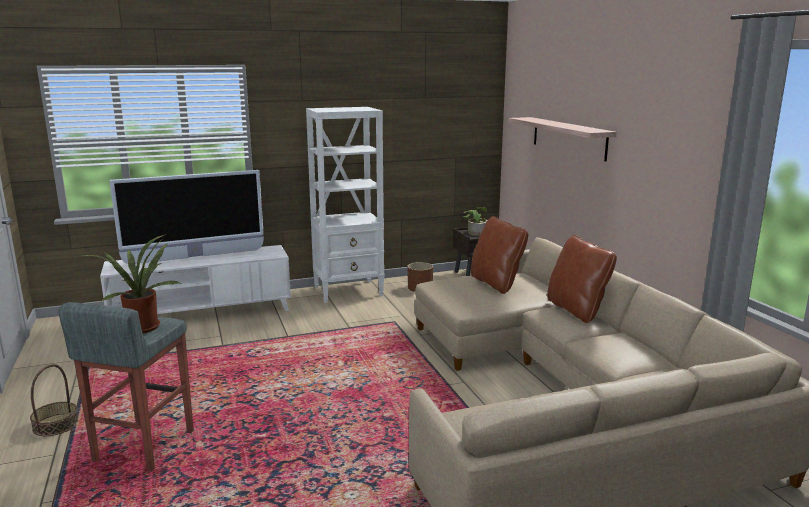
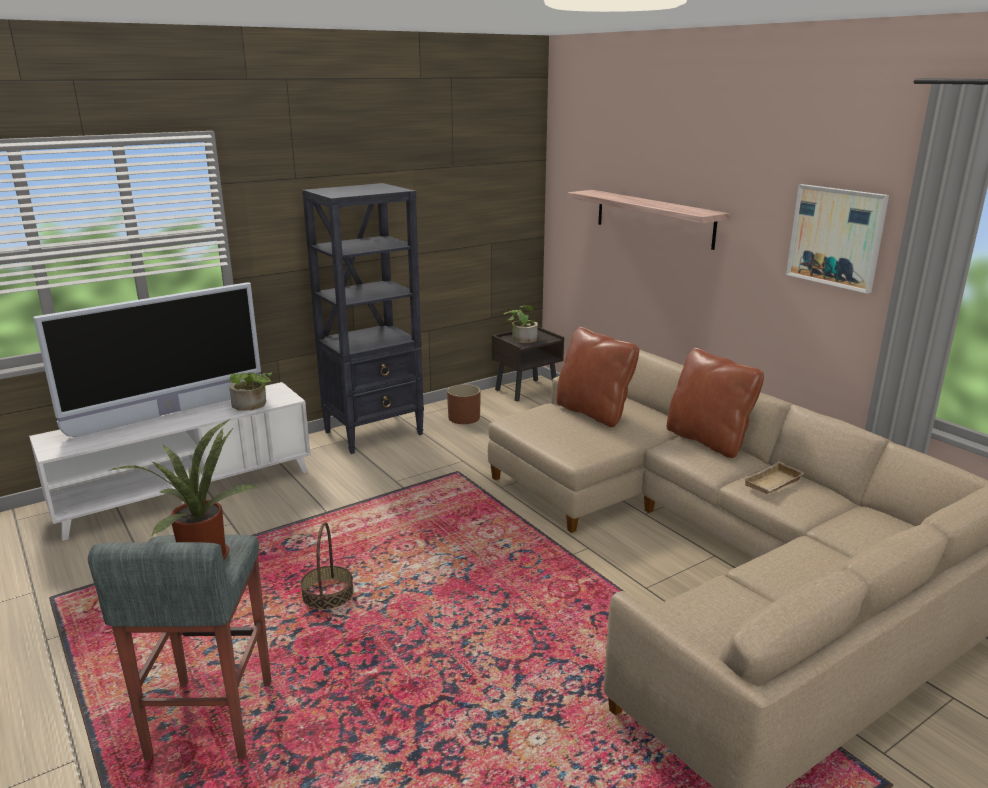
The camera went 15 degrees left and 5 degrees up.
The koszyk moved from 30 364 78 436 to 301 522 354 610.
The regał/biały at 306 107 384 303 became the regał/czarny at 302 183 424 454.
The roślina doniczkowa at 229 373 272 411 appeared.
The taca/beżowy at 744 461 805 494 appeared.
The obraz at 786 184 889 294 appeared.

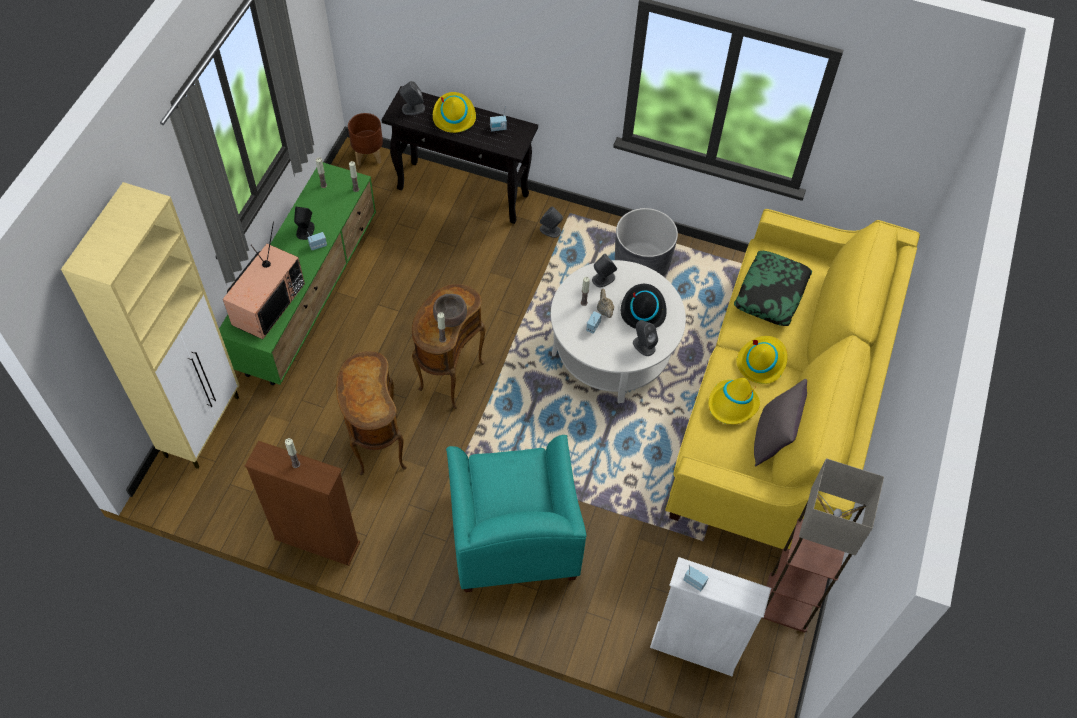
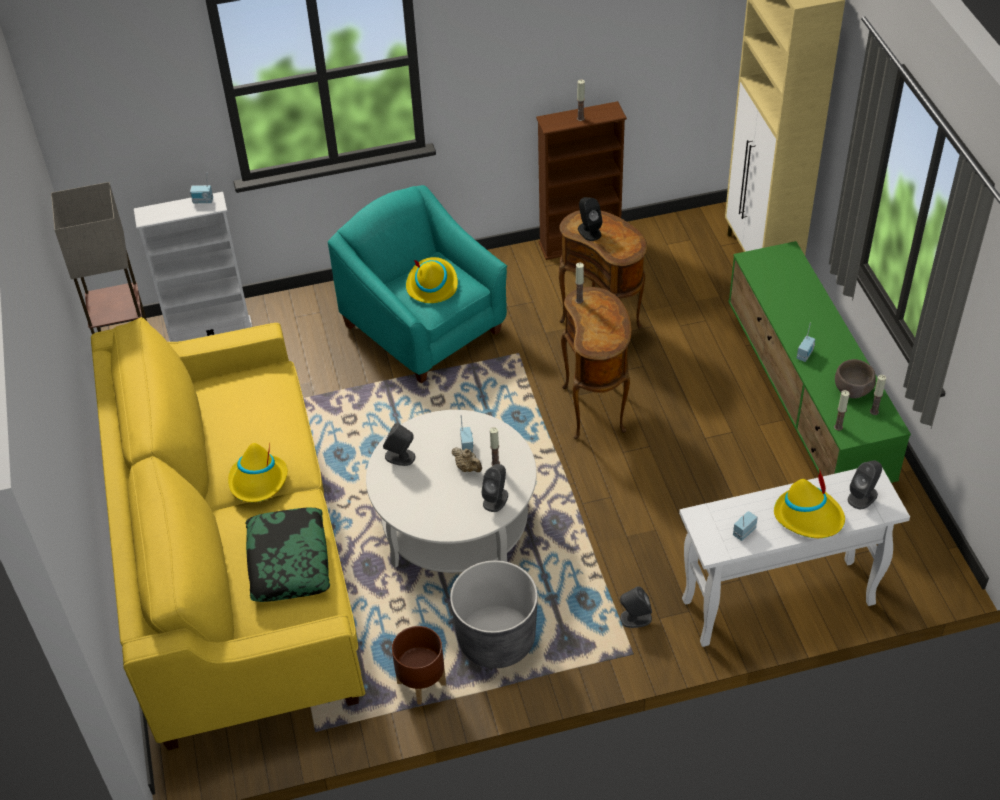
The camera went 150 degrees right and 10 degrees down.
The telewizor at 223 221 305 339 disappeared.
The głośnik/czarny moved from 294 207 314 240 to 578 197 603 241.
The donica/brązowy moved from 348 113 383 165 to 392 626 446 704.
The stolik konsolowy/czarny at 381 86 538 224 became the stolik konsolowy/biały at 679 468 910 647.
The miska/brązowy moved from 433 294 467 327 to 835 359 876 398.
The kapelusz/czarny at 621 284 667 329 disappeared.
The kapelusz/żółty moved from 708 378 760 425 to 406 257 458 303.
The poduszka/szary at 754 379 807 466 disappeared.

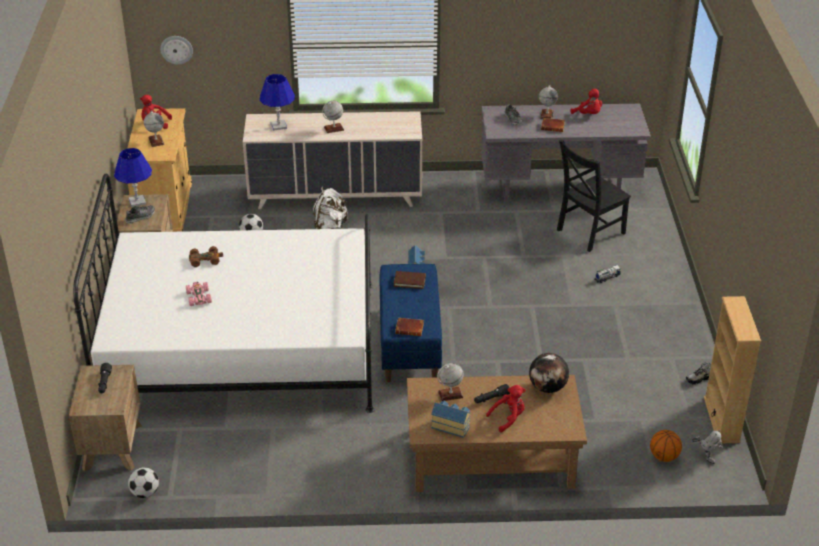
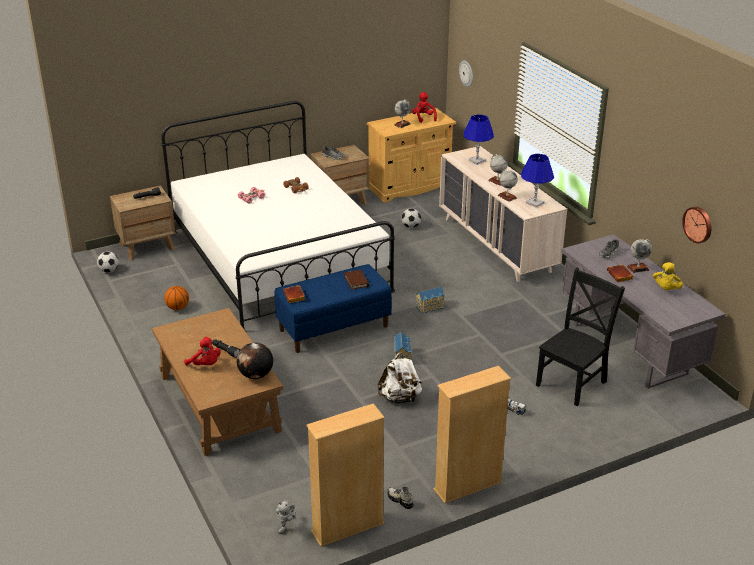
The camera went 65 degrees right and 5 degrees down.
The lampa stołowa/niebieski moved from 114 148 152 207 to 521 154 554 207.
The plecak/biały moved from 313 187 348 229 to 378 352 422 404.
The domek moved from 431 400 470 438 to 394 332 411 359.
The globus moved from 437 362 464 401 to 498 169 518 202.
The krzesło/czarny at 557 140 631 252 turned 105 degrees clockwise.
The pluszak/czerwony at 570 89 602 114 became the pluszak/żółty at 653 262 683 290.
The piłka do koszykówki moved from 650 430 682 462 to 164 286 189 310.
The regał/beżowy at 433 366 511 504 appeared.
The zegar ścienny at 682 207 711 243 appeared.

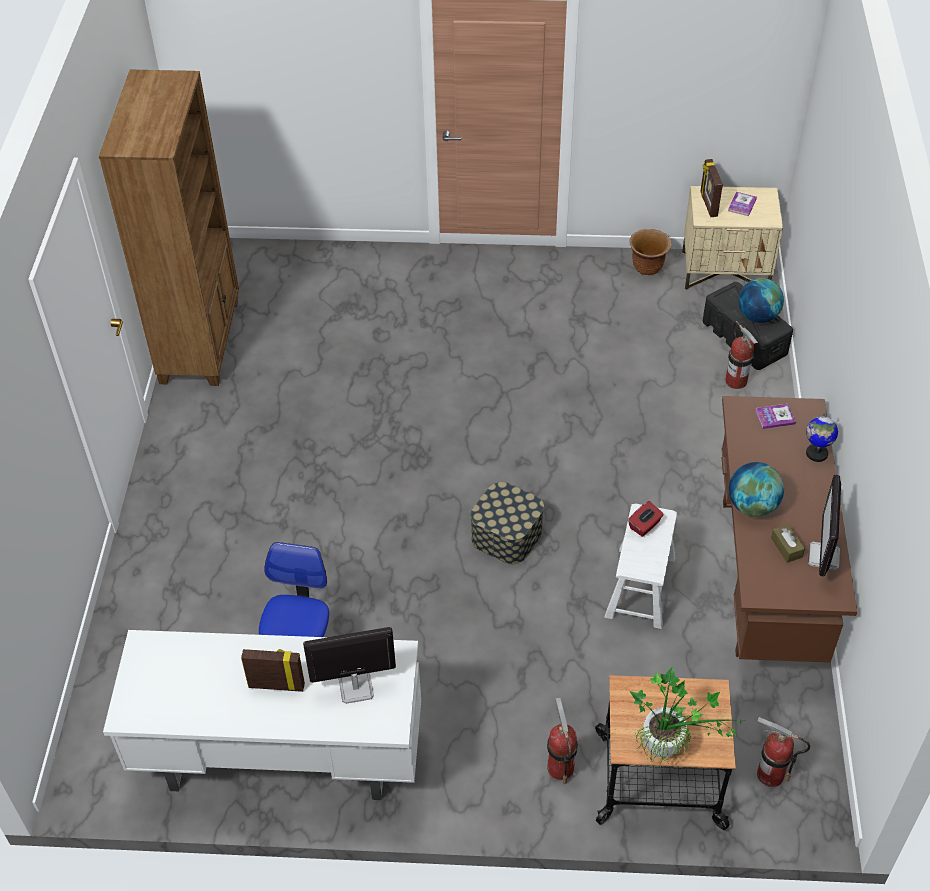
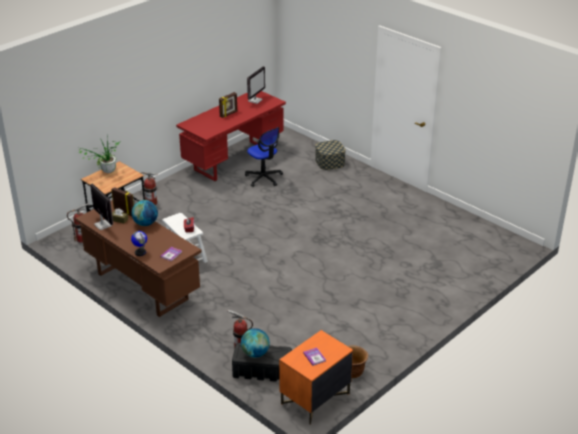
The camera went 130 degrees right and 15 degrees down.
The regał/brązowy at 99 70 239 386 disappeared.
The biurko/biały at 103 630 421 800 became the biurko/czerwony at 176 91 286 181.
The monitor moved from 303 627 396 704 to 247 66 265 104.
The pojemnik do przechowywania moved from 470 482 544 564 to 315 140 346 170.
The szafka nocna/beżowy at 682 186 783 290 became the szafka nocna/pomarańczowy at 279 330 353 425.
The ramka na zdjęcie moved from 700 159 723 217 to 111 187 134 216.

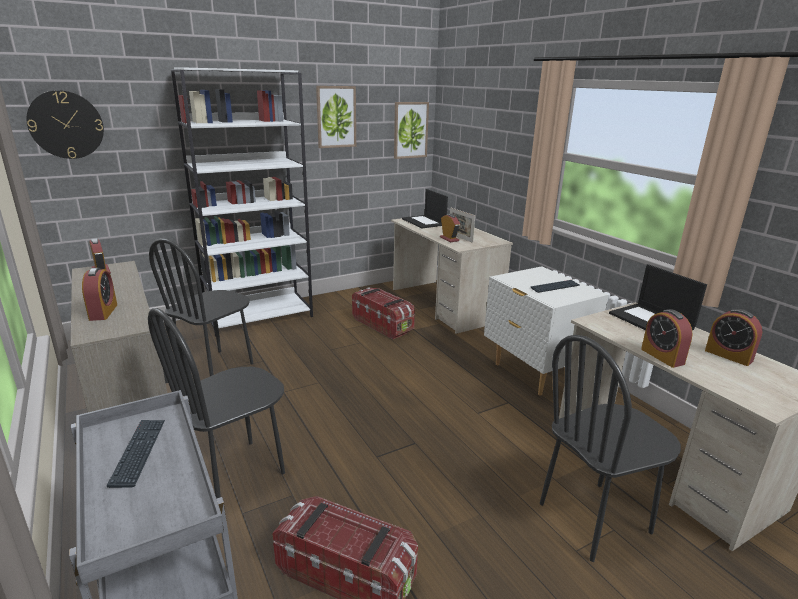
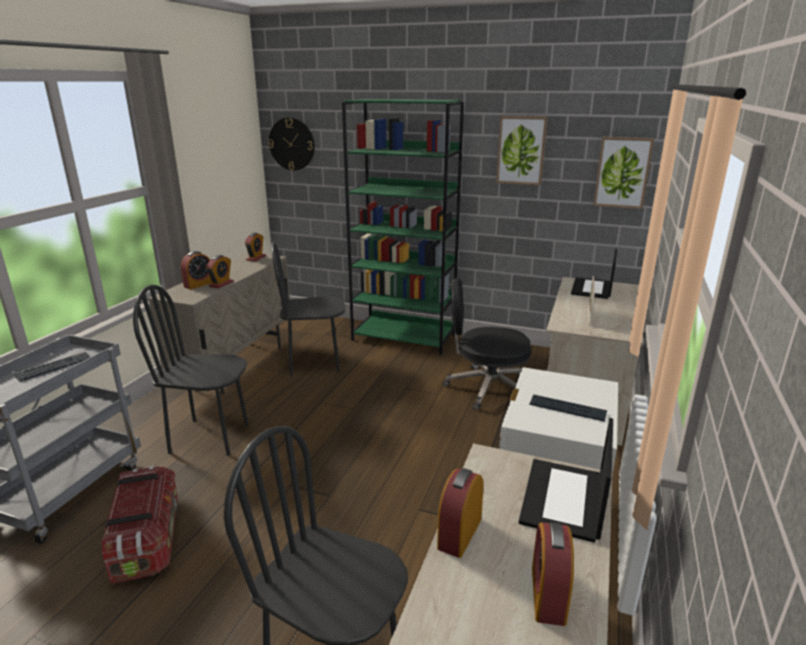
The camera went 50 degrees right and 0 degrees up.
The regał/biały at 171 67 313 337 became the regał/zielony at 342 99 464 355.
The pojemnik do przechowywania at 352 287 415 339 was replaced by the krzesło biurowe/czarny at 443 278 531 411.
The budzik moved from 440 214 460 242 to 206 255 233 288.

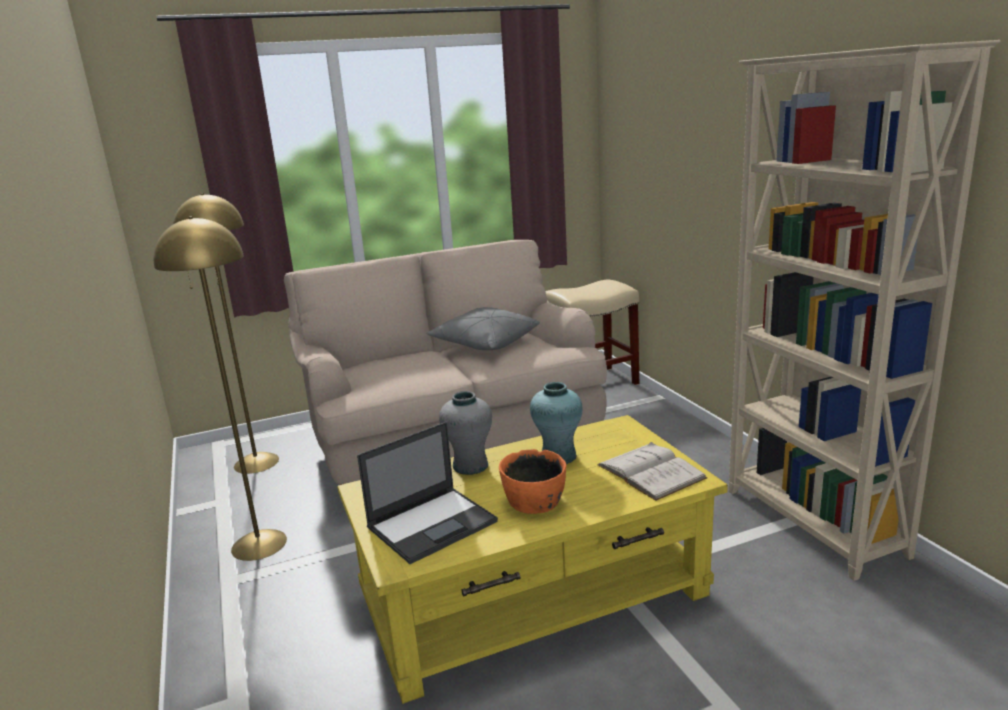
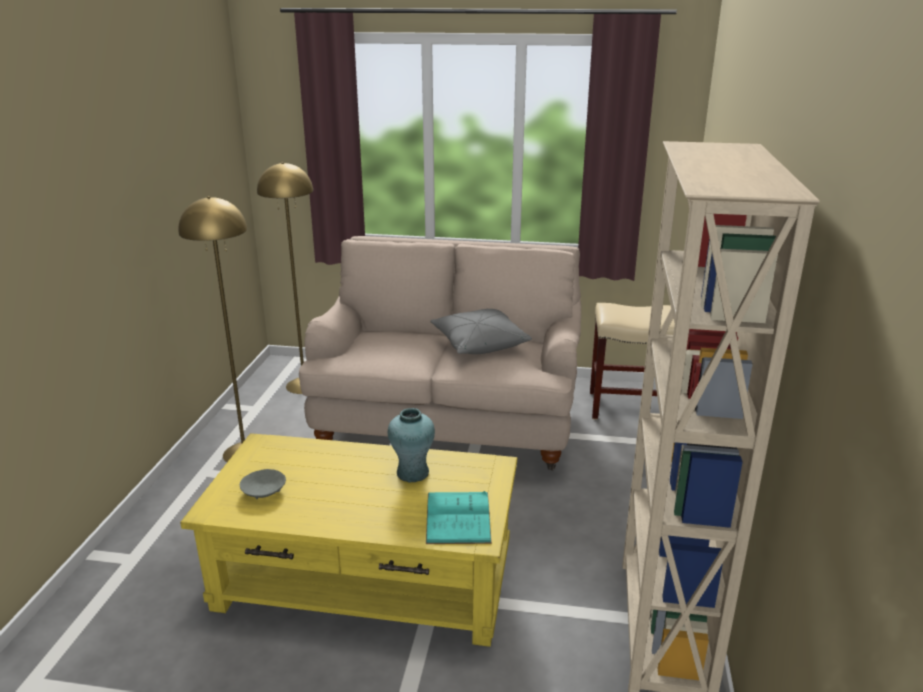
The camera went 30 degrees right and 5 degrees up.
The laptop at 357 422 498 564 was replaced by the miska/szary at 240 469 286 499.
The wazon/szary at 439 391 492 475 disappeared.
The miska/pomarańczowy at 499 449 566 514 disappeared.
The książka/biały at 597 442 707 501 became the książka/turkusowy at 426 491 492 544.

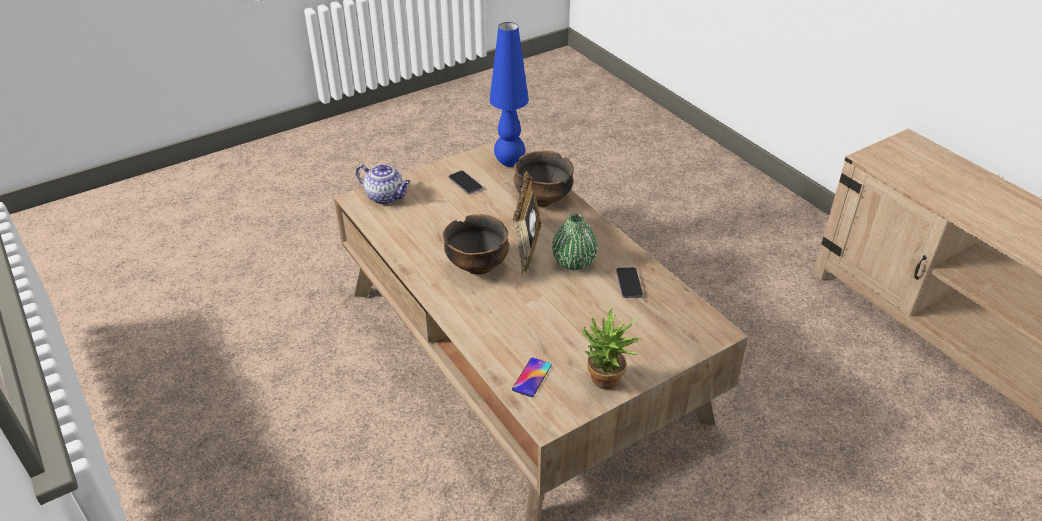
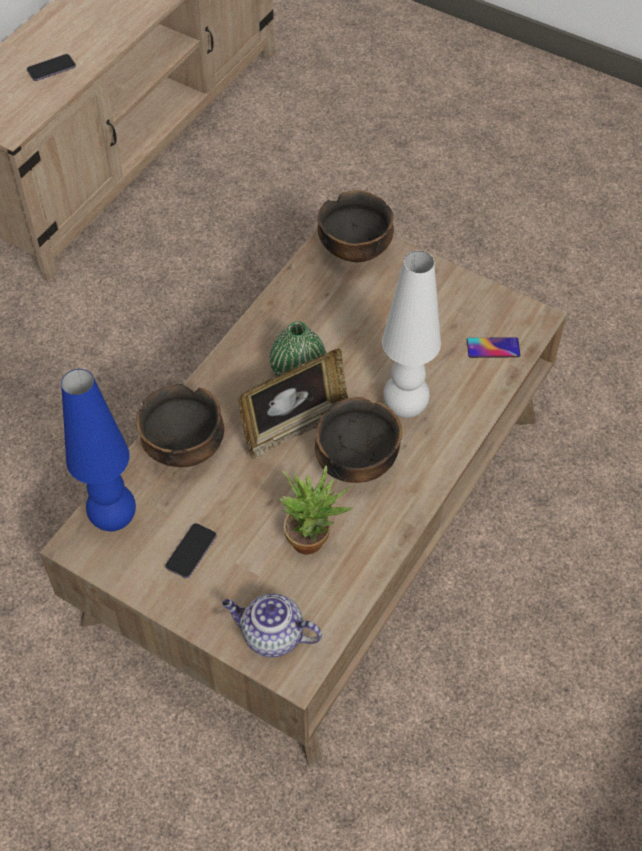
The camera went 115 degrees left and 15 degrees up.
The imbryk at 356 164 411 204 turned 75 degrees counterclockwise.
The roślina doniczkowa moved from 581 306 642 390 to 279 465 353 555.
The telefon moved from 616 267 643 298 to 27 54 76 81.
The miska at 317 190 394 262 appeared.
The lampa stołowa/biały at 382 251 441 418 appeared.

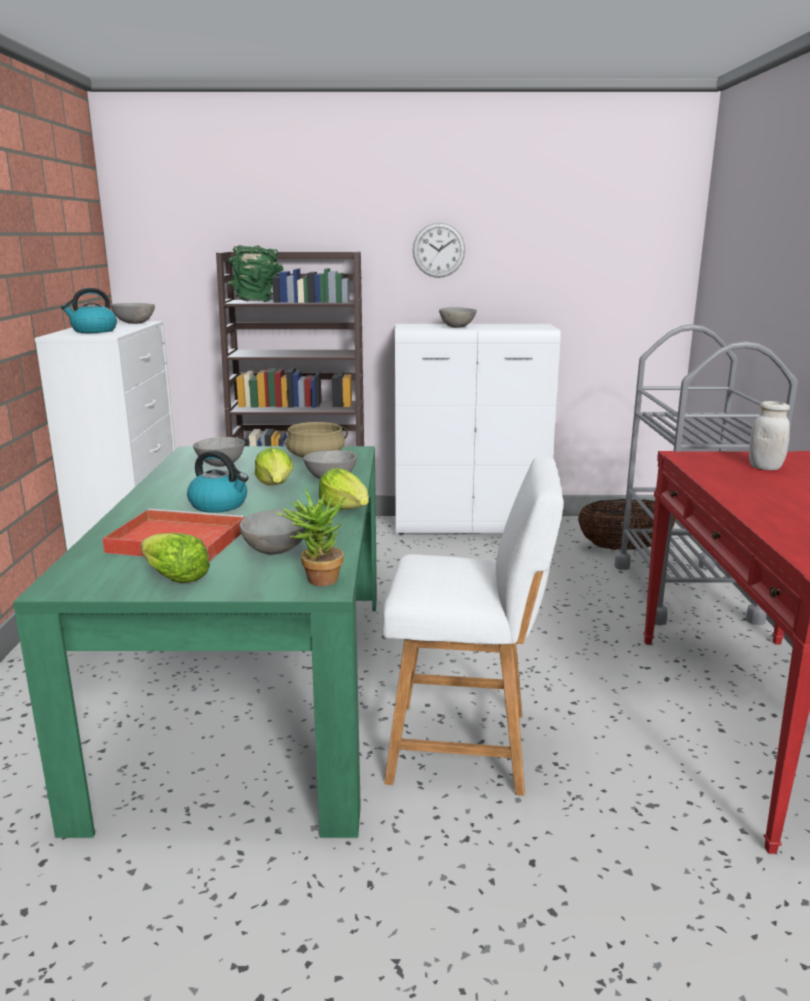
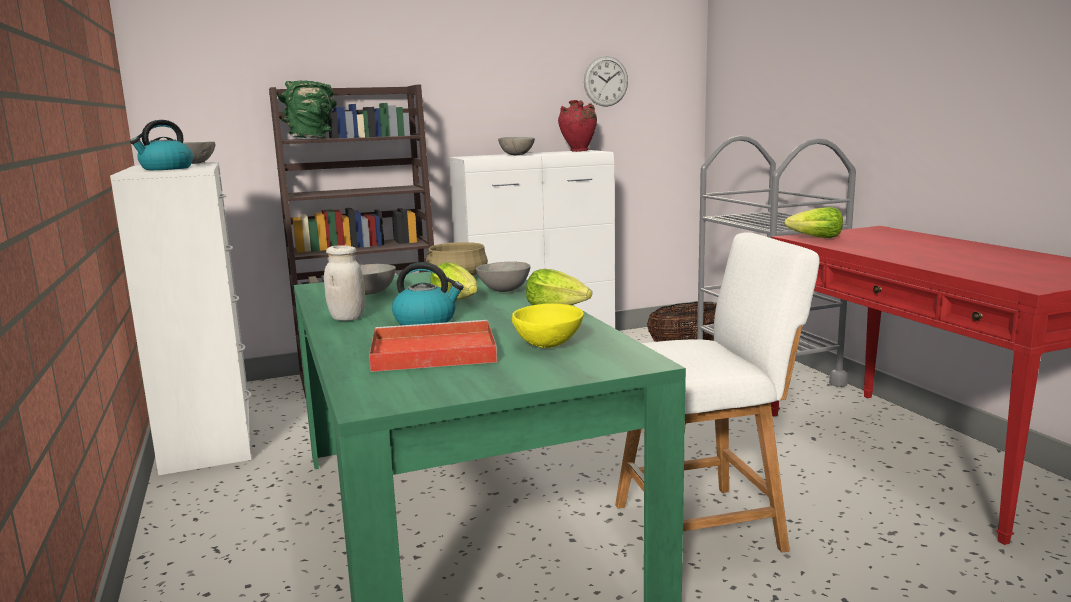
The camera went 20 degrees left and 5 degrees down.
The sałata moved from 141 533 210 583 to 784 207 843 238.
The miska/szary at 239 509 309 555 became the miska/żółty at 512 303 584 348.
The roślina doniczkowa at 276 488 345 586 disappeared.
The zegar ścienny moved from 413 222 465 278 to 584 56 628 107.
The słoik/biały moved from 749 401 790 470 to 324 245 365 321.
The wazon/czerwony at 558 100 597 152 appeared.

